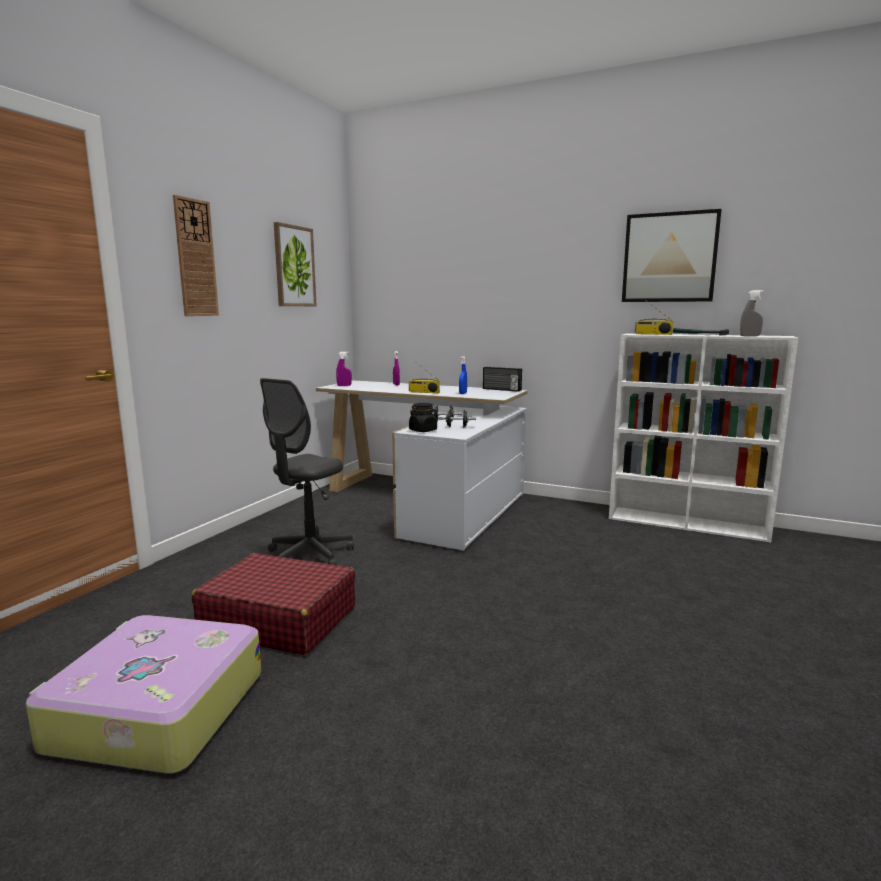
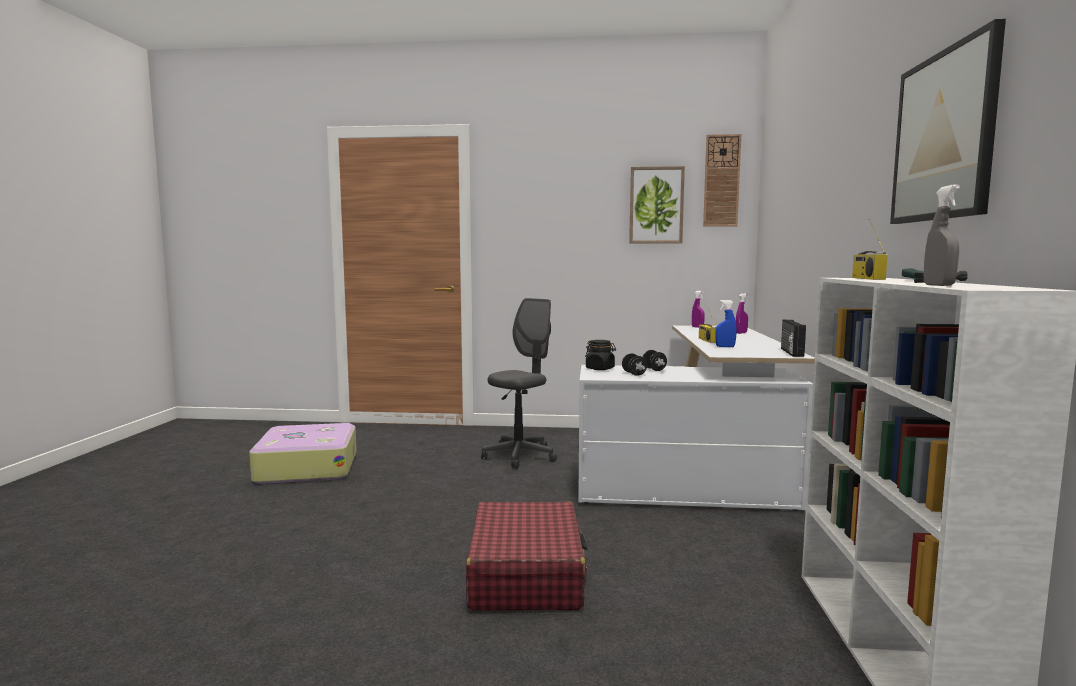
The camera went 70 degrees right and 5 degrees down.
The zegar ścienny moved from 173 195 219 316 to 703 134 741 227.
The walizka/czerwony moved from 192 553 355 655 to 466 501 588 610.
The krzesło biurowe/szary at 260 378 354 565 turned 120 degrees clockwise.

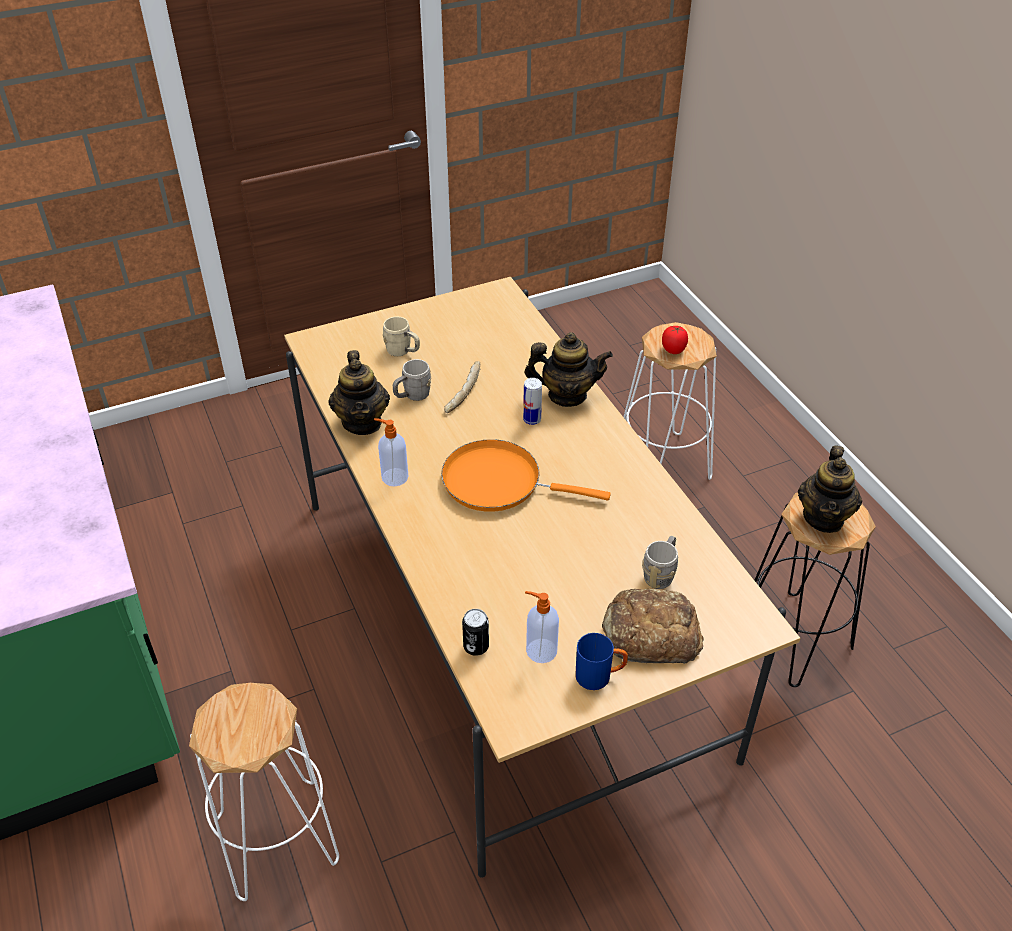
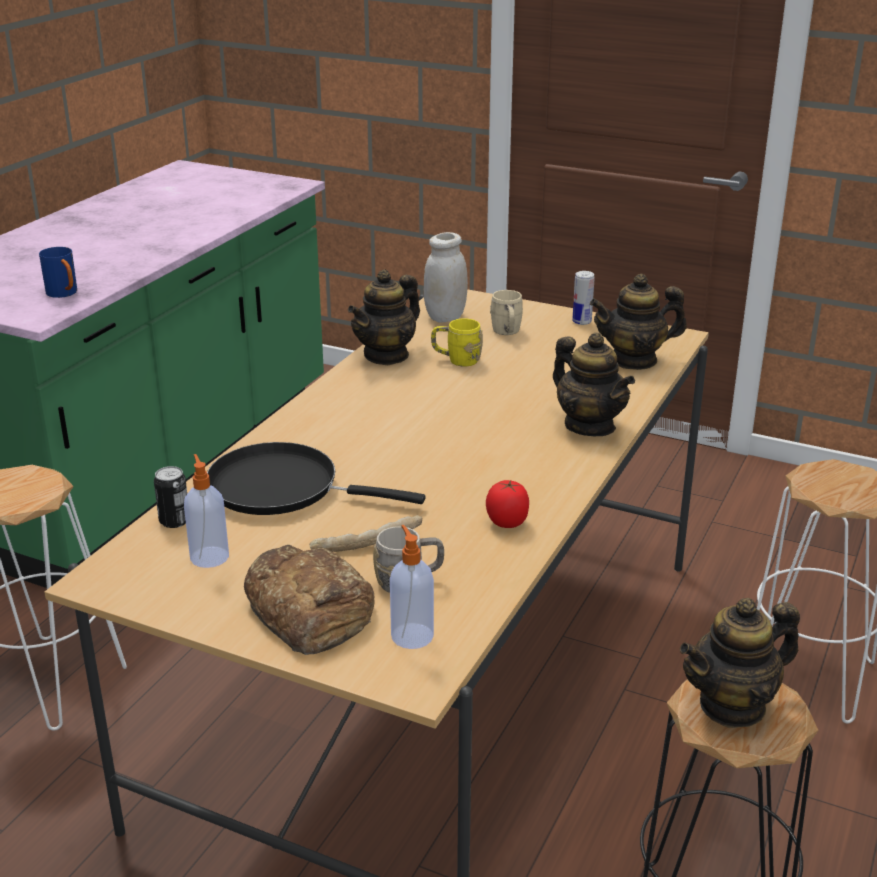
The camera went 50 degrees right and 15 degrees down.
The dozownik mydła moved from 374 418 408 486 to 390 525 434 649.
The kubek/szary at 393 359 431 401 became the kubek/żółty at 431 319 483 367.
The patelnia/pomarańczowy at 441 439 611 512 disappeared.
The chleb moved from 444 361 481 413 to 309 515 422 552.
The puszka moved from 523 378 542 425 to 572 271 595 325.
The kubek/niebieski moved from 575 633 628 690 to 39 247 77 298.
The pomidor moved from 662 326 688 354 to 486 480 529 528.
The patelnia/czarny at 207 442 425 515 appeared.
The słoik/biały at 424 232 468 323 appeared.
The imbryk at 590 274 687 370 appeared.

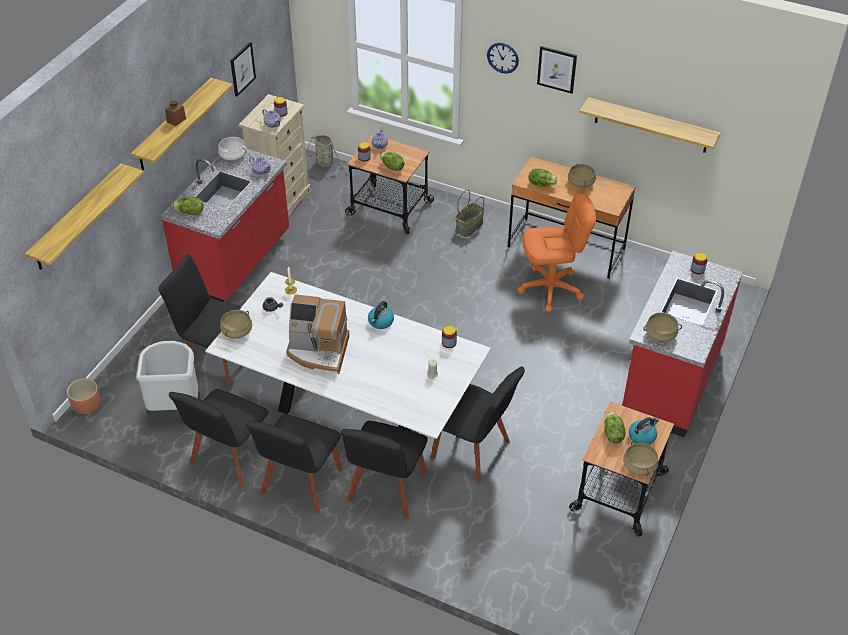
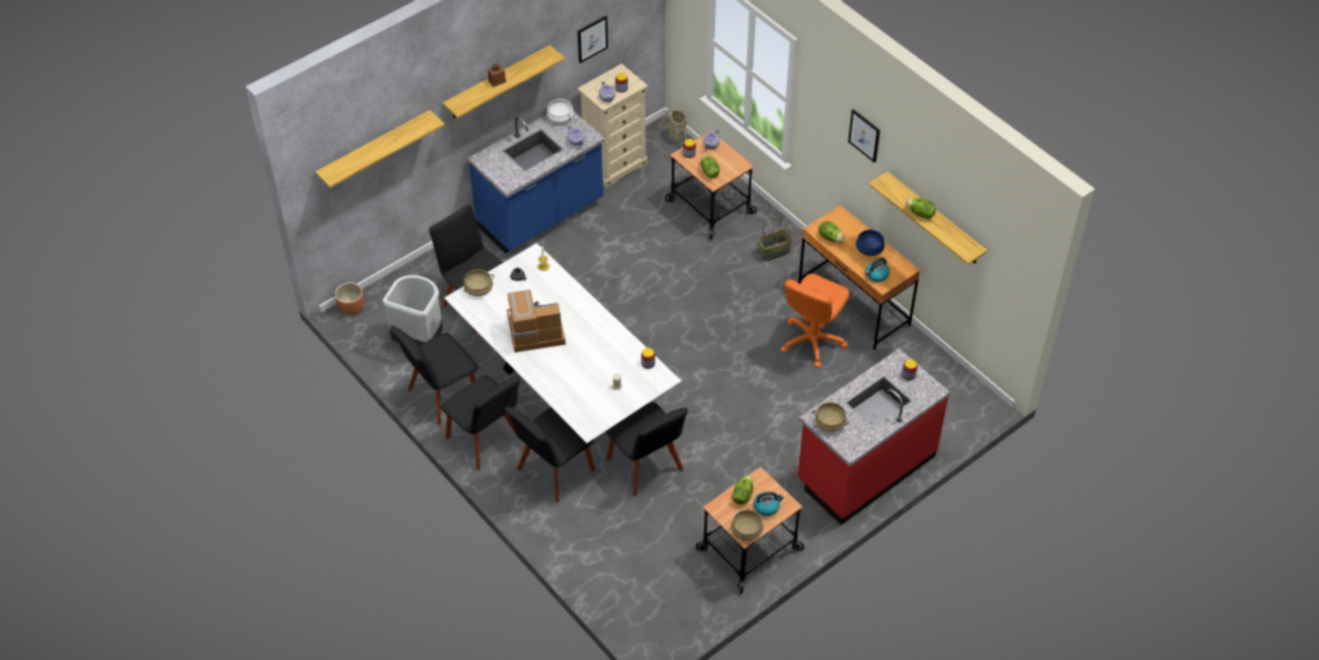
The camera went 25 degrees right and 5 degrees up.
The zabudowa kuchenna/czerwony at 161 149 289 302 became the zabudowa kuchenna/niebieski at 468 112 605 253.
The sałata moved from 173 197 203 215 to 906 197 936 219.
The krzesło/czarny at 246 415 343 514 turned 90 degrees counterclockwise.
The ekspres do kawy at 286 294 349 374 turned 135 degrees clockwise.
The czajnik moved from 368 301 394 329 to 866 257 890 282.
The zegar ścienny at 487 43 519 74 disappeared.
The krzesło biurowe/pomarańczowy at 517 193 596 312 turned 105 degrees clockwise.
The garnek/beżowy at 568 164 596 188 became the garnek/niebieski at 856 229 885 256.

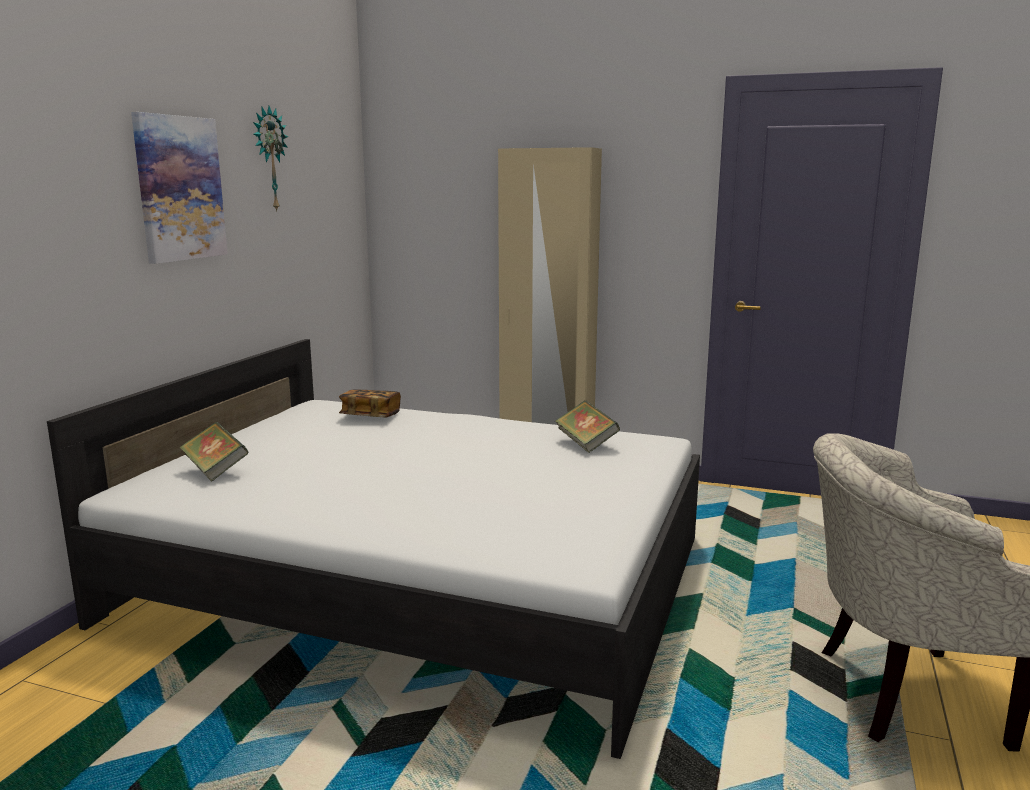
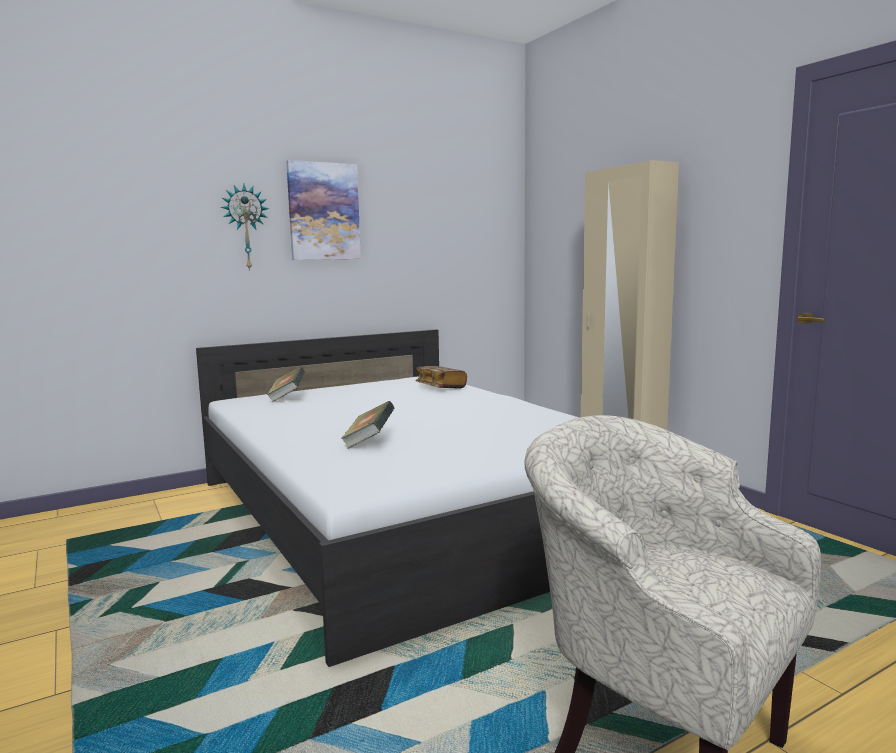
The camera went 40 degrees right and 5 degrees down.
The zegar ścienny moved from 253 106 288 212 to 221 184 269 271.
The książka moved from 556 401 620 453 to 341 401 395 449.

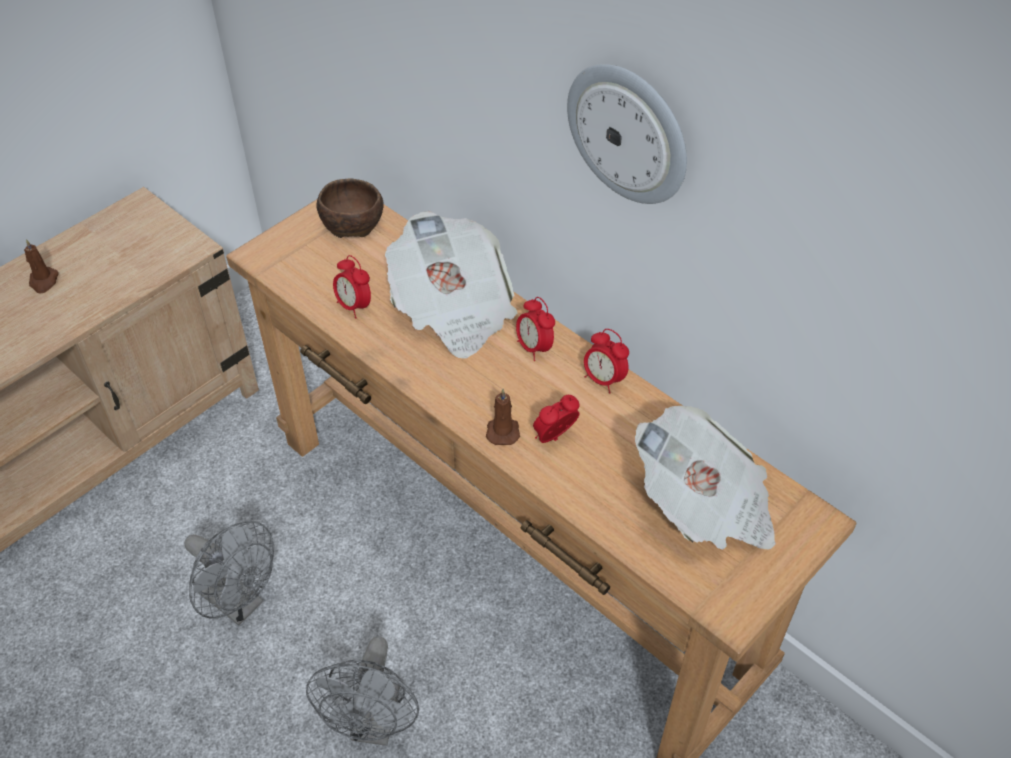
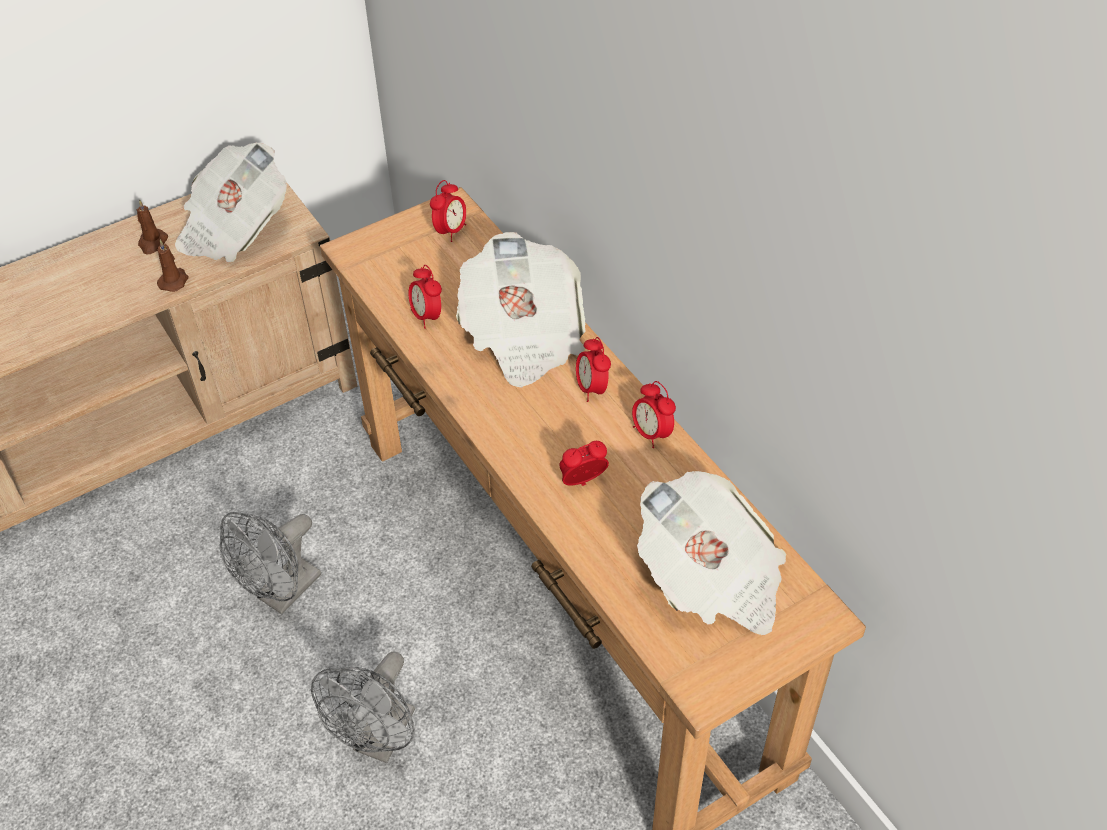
The camera went 15 degrees right and 0 degrees up.
The wentylator/szary at 184 521 274 625 turned 75 degrees clockwise.
The miska/brązowy at 316 178 384 238 was replaced by the budzik at 430 180 466 242.
The świeca/brązowy moved from 486 389 520 445 to 157 239 188 292.
The zegar ścienny at 567 64 687 204 disappeared.
The gazeta at 175 143 287 262 appeared.

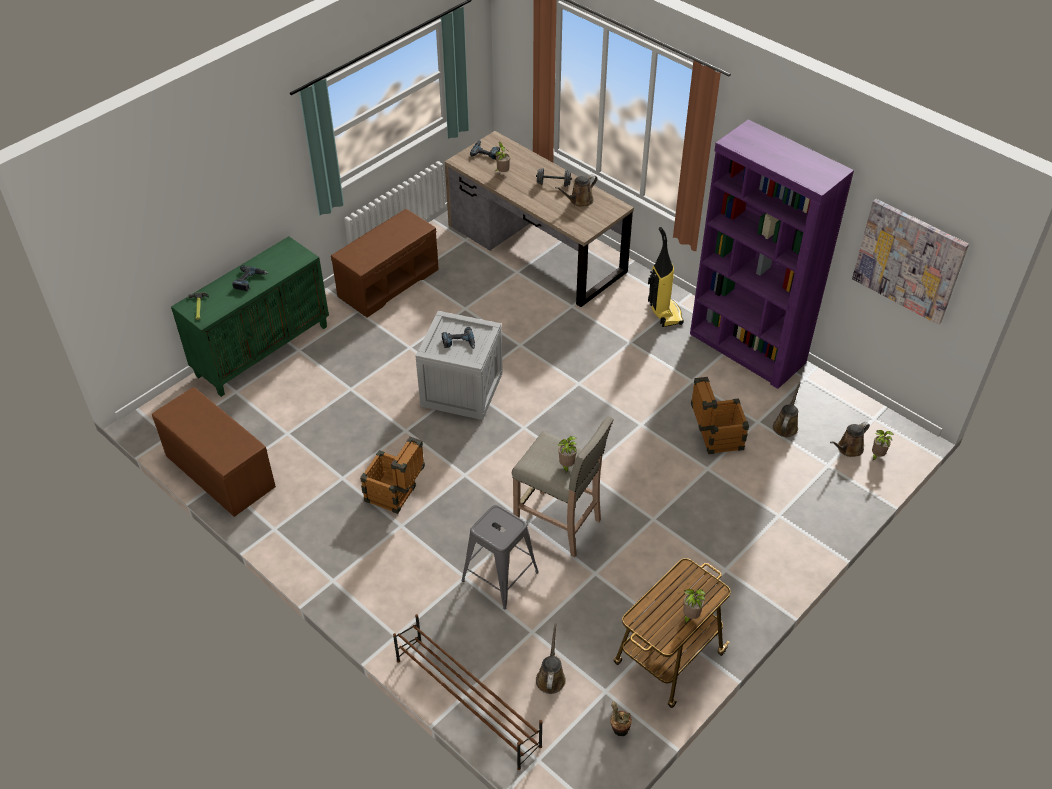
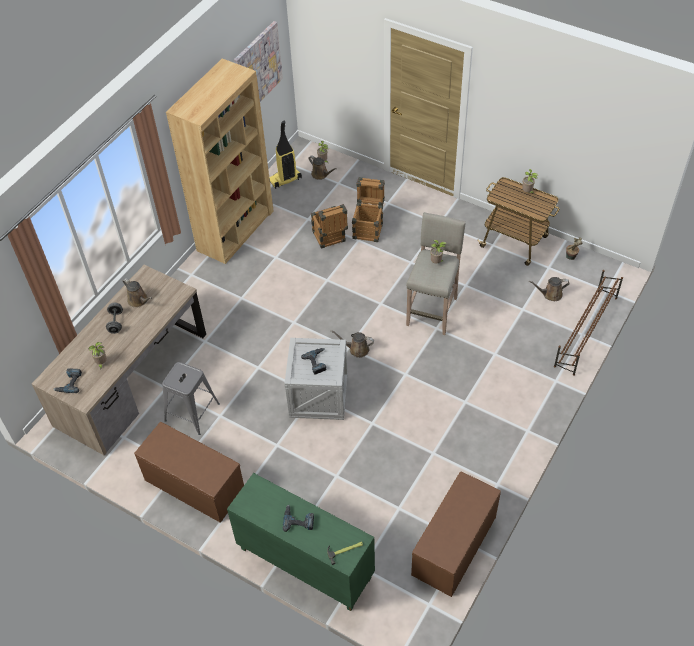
The camera went 100 degrees left and 5 degrees up.
The skrzynka moved from 360 437 425 514 to 352 177 385 242.
The stołek/szary moved from 461 505 539 610 to 162 362 220 435.
The odkurzacz moved from 648 227 684 327 to 269 121 302 189.
The regał/fioletowy at 690 119 854 389 became the regał/brązowy at 166 58 274 264.
The konewka/brązowy moved from 773 382 801 437 to 331 330 374 358.

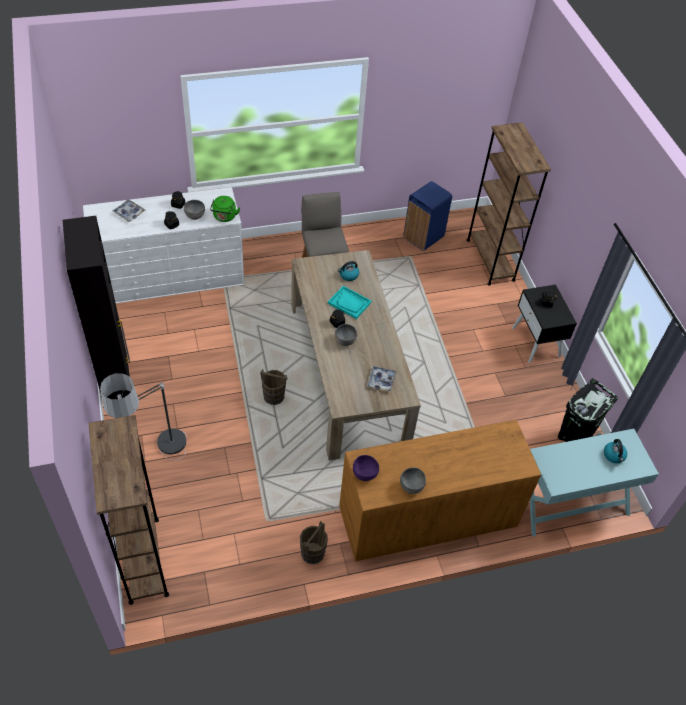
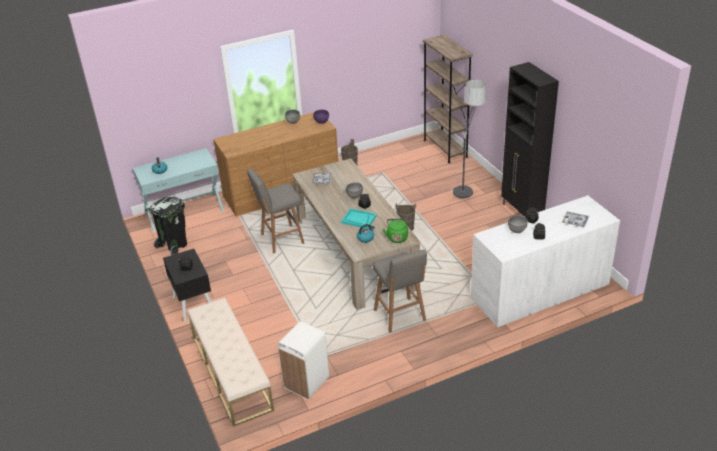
The camera went 175 degrees right and 15 degrees down.
The czajnik/zielony moved from 210 196 240 222 to 383 218 408 243.
The kosz na śmieci/niebieski at 403 181 452 251 became the kosz na śmieci/biały at 278 321 329 399.
The regał/brązowy at 466 123 551 285 was replaced by the ławka/beżowy at 188 298 274 427.
The stołek/szary at 247 169 305 253 appeared.

